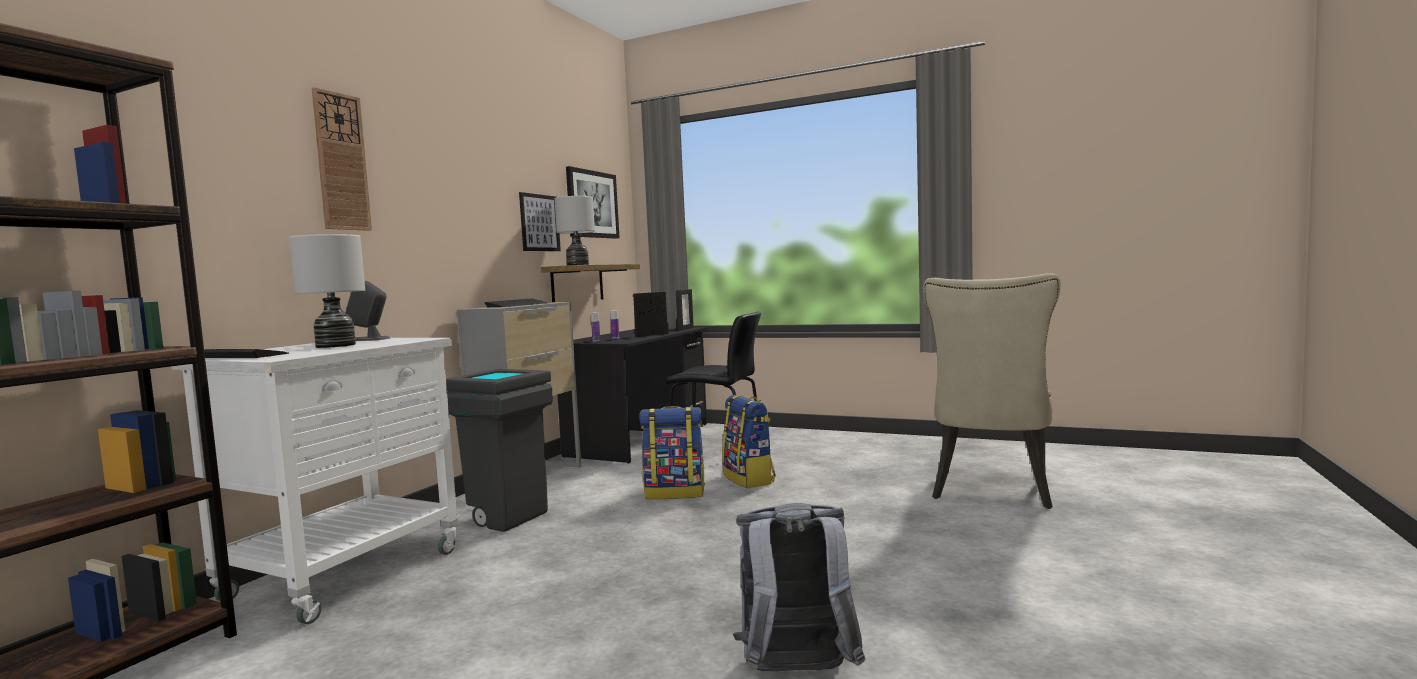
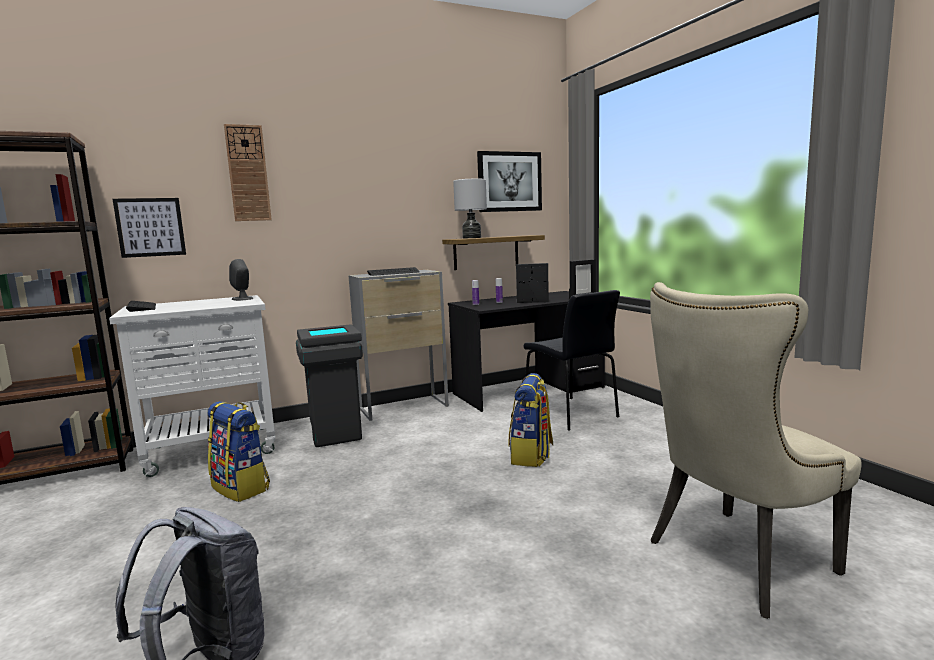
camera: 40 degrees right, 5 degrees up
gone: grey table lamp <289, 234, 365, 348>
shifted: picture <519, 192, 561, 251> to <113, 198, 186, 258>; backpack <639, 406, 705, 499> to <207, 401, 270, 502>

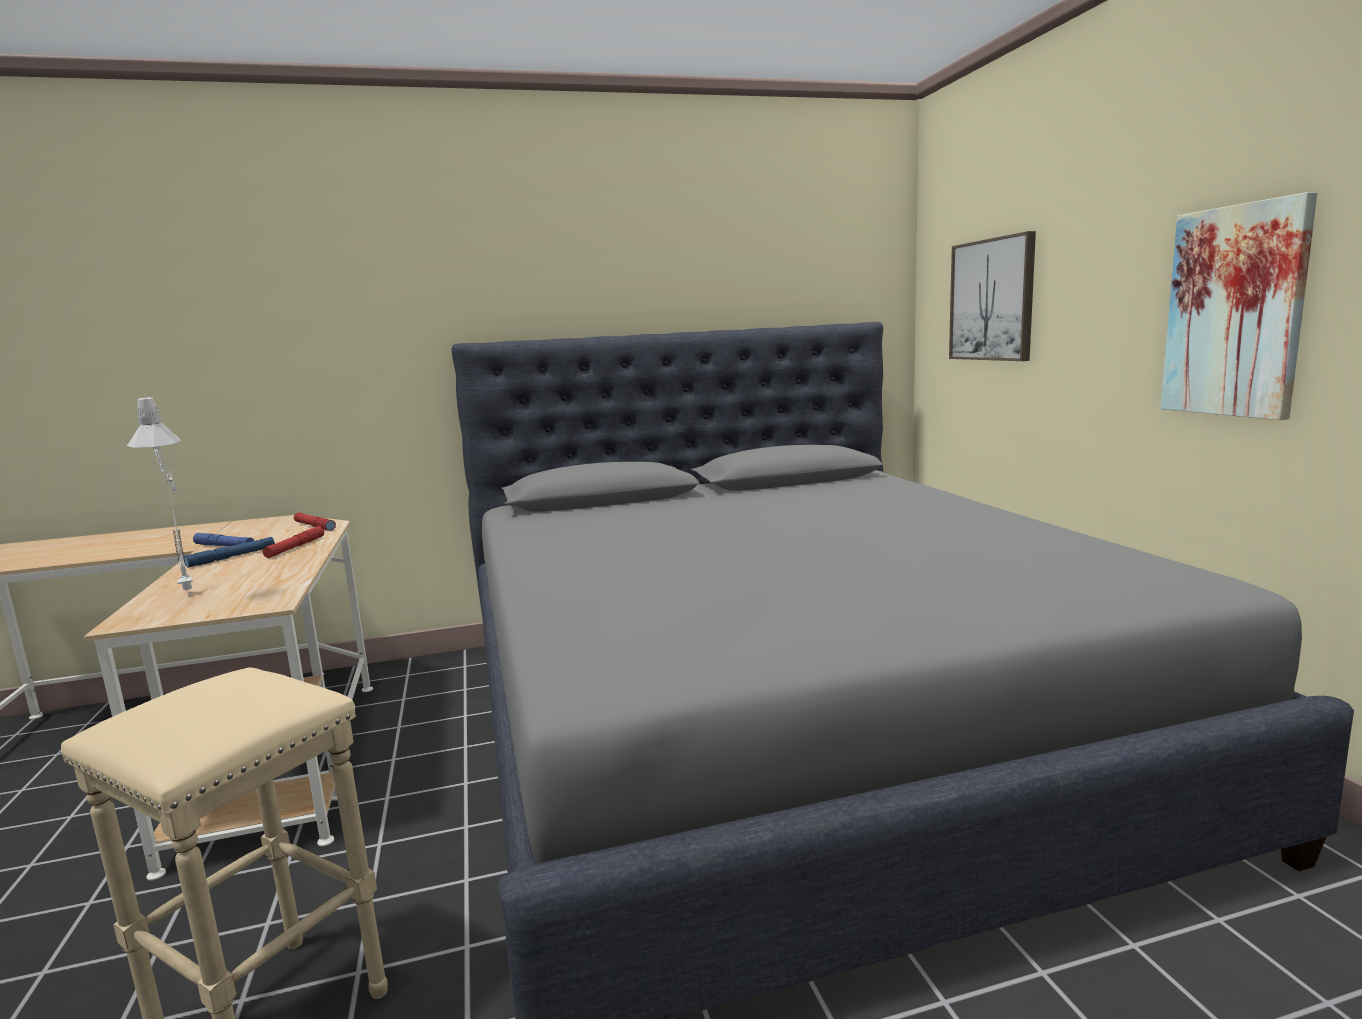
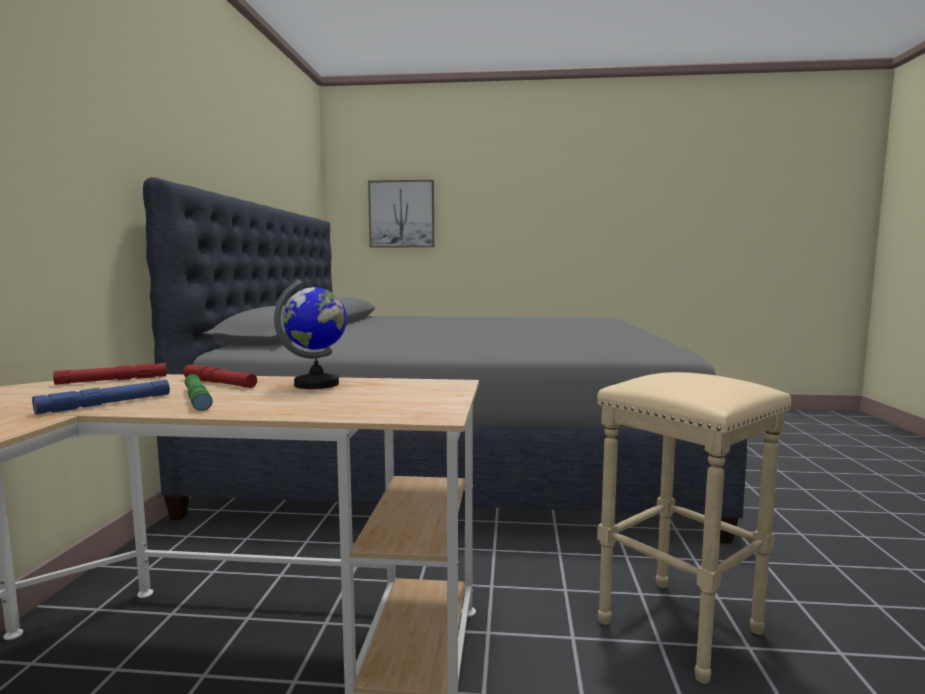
camera: 70 degrees left, 5 degrees down
gone: grey table lamp <127, 394, 193, 590>; picture <1161, 192, 1317, 420>
new: globe <274, 279, 347, 389>
repainted: blue flashlight <184, 537, 275, 568> to green flashlight <185, 374, 213, 411>

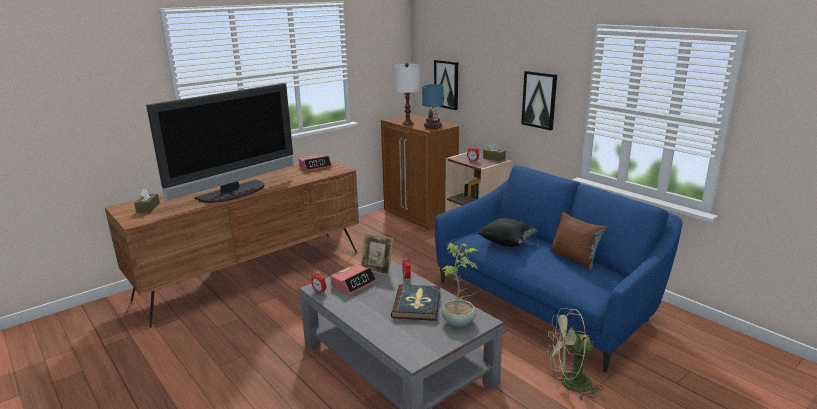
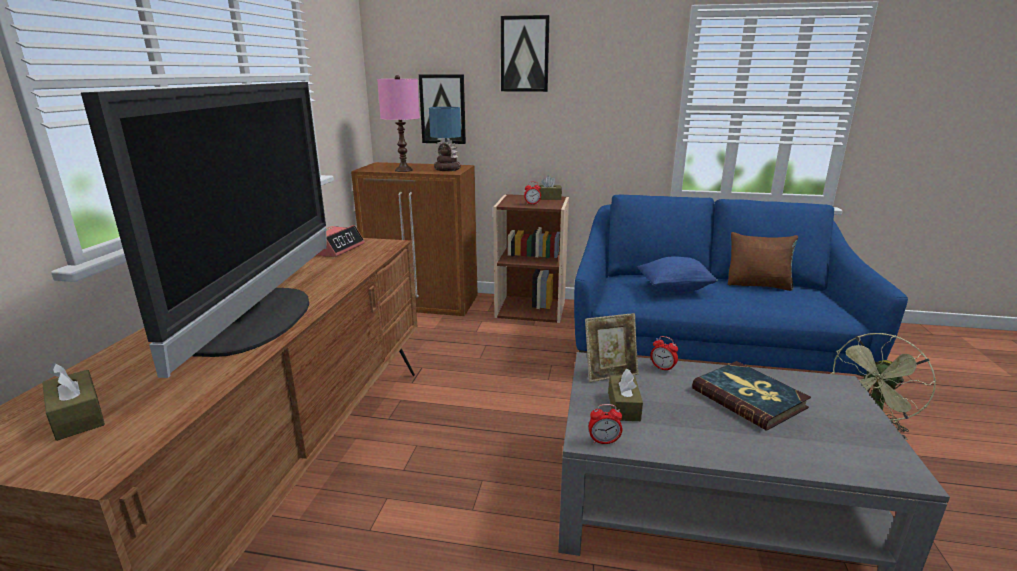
camera: 40 degrees left, 0 degrees up
gone: potted plant <441, 243, 478, 327>
shifted: picture <521, 71, 557, 130> to <501, 15, 550, 92>
swapped: alarm clock <330, 263, 377, 295> to brown tissue box <608, 369, 643, 421>
repainted: white table lamp <394, 63, 420, 125> to pink table lamp <377, 75, 420, 172>; black pillow <478, 218, 539, 247> to blue pillow <637, 257, 718, 293>

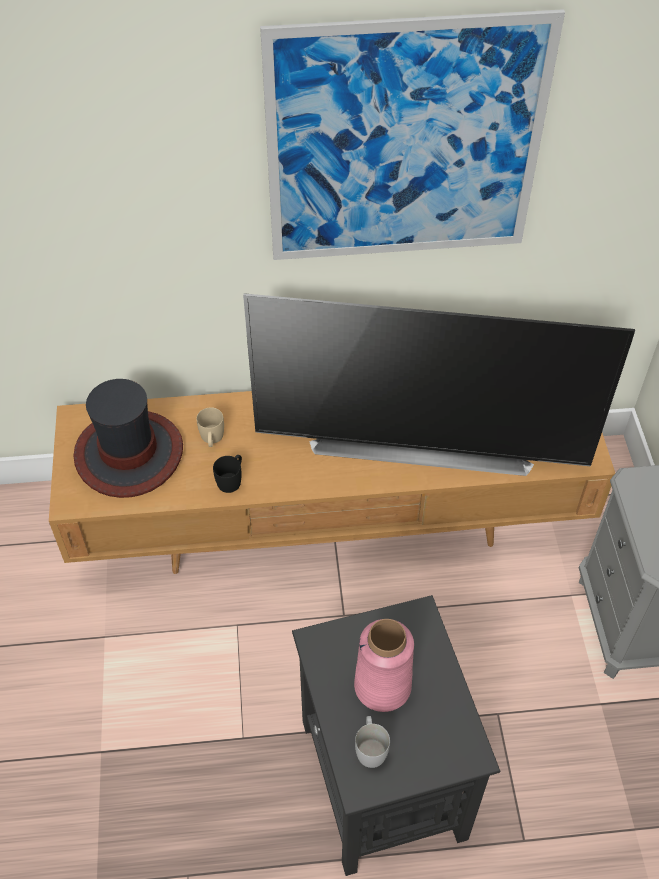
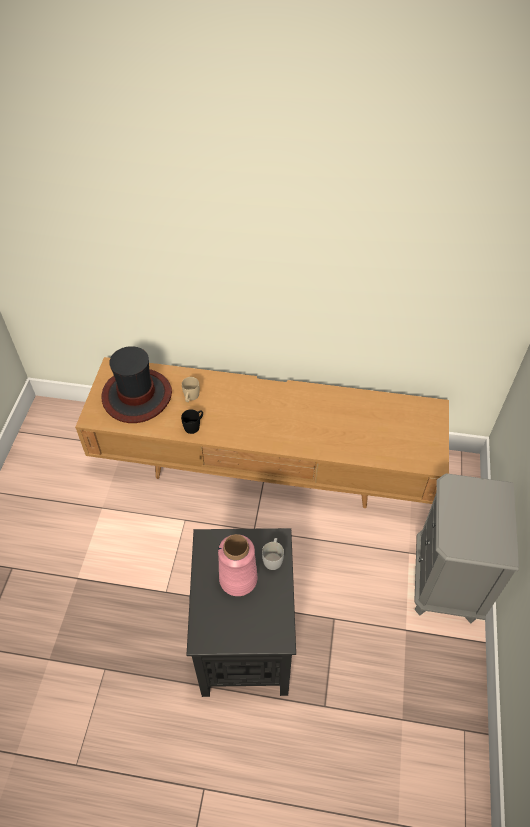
camera: 15 degrees right, 0 degrees up
gone: television <243, 293, 635, 476>; picture <260, 9, 565, 260>
shifted: white mug <355, 716, 390, 768> to <262, 538, 284, 570>

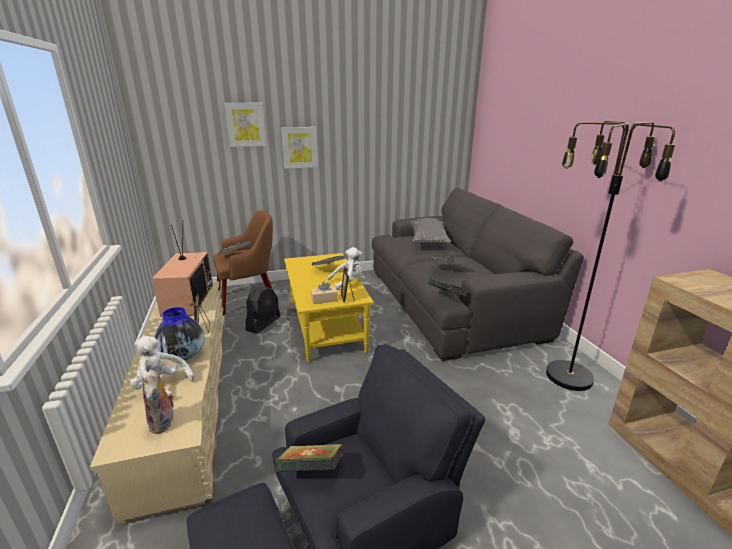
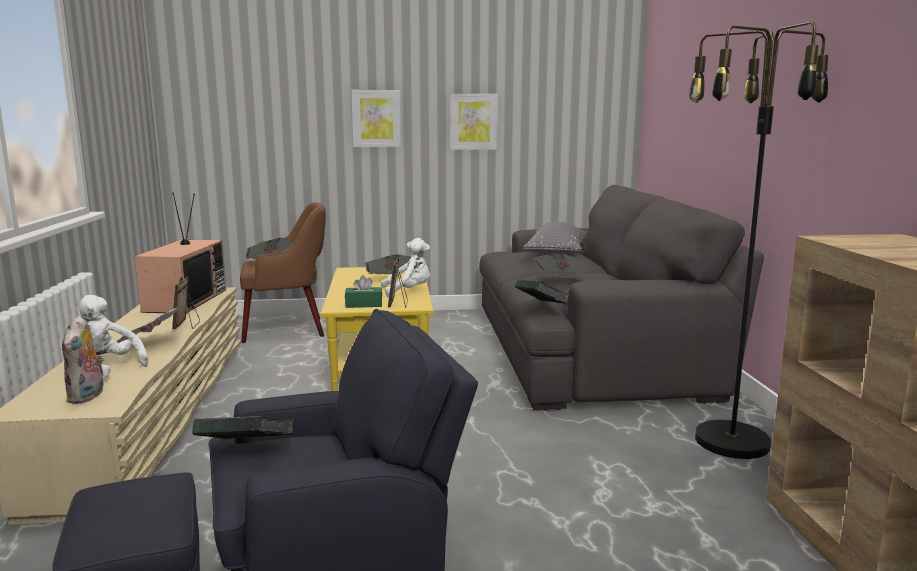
camera: 10 degrees right, 10 degrees down
gone: black fan <245, 286, 281, 334>
shifted: picture <224, 103, 266, 147> to <450, 94, 498, 150>
swapped: vase <154, 307, 205, 361> to newspaper <117, 307, 182, 343>
repainted: beige tissue box <311, 281, 338, 304> to green tissue box <345, 275, 382, 308>

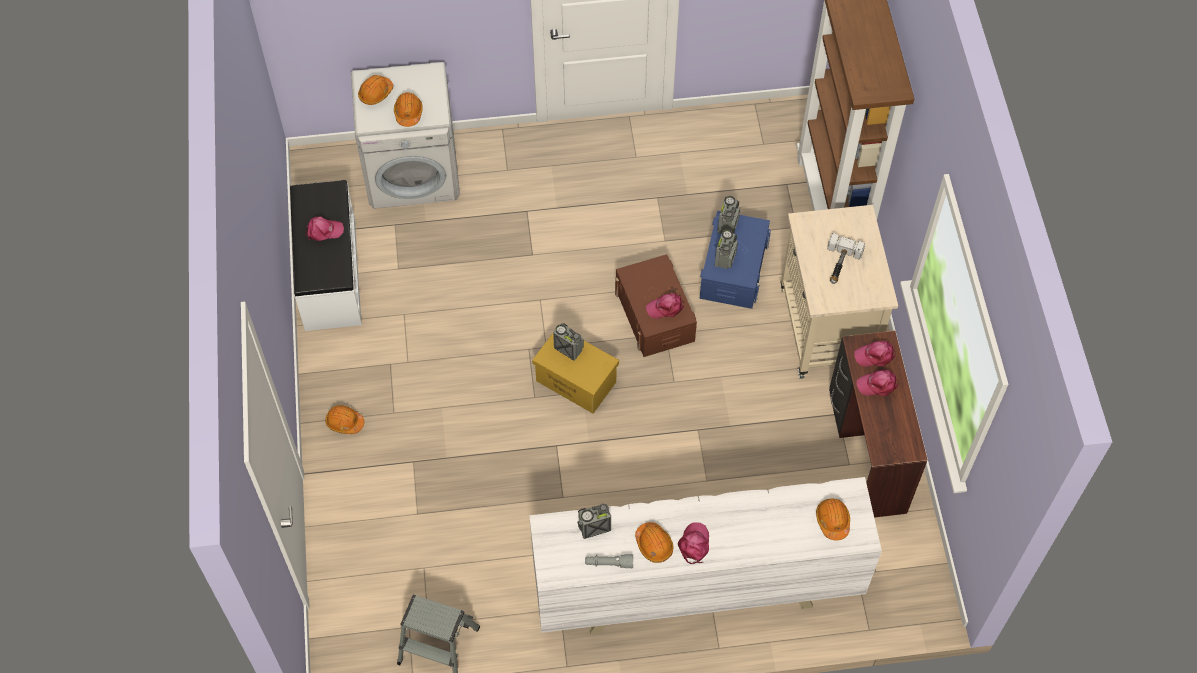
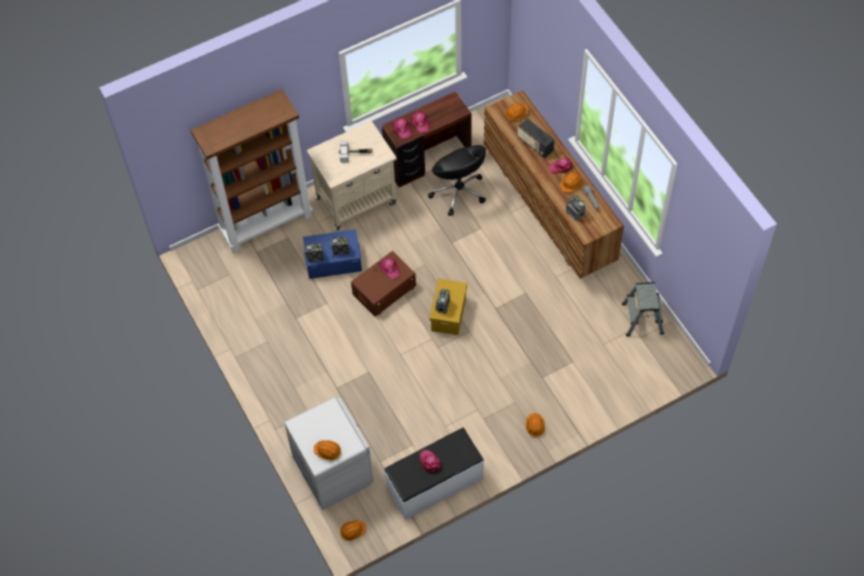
camera: 110 degrees left, 0 degrees up
new: black office chair <428, 145, 486, 216>; radio <518, 118, 555, 158>
shifted: orange hard hat <394, 92, 423, 127> to <340, 520, 366, 541>
repainted: white cabinet <529, 477, 882, 634> to brown cabinet <484, 90, 624, 279>

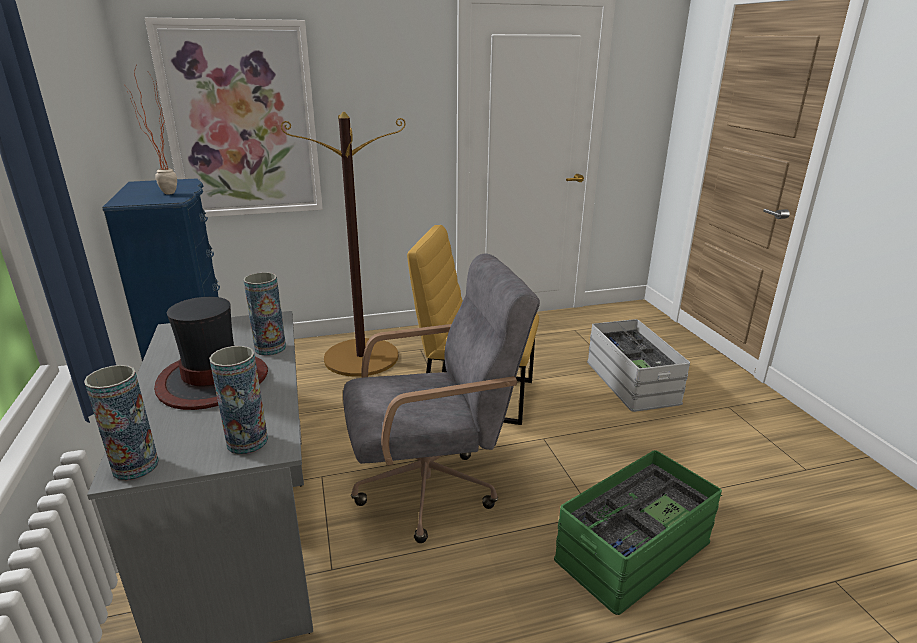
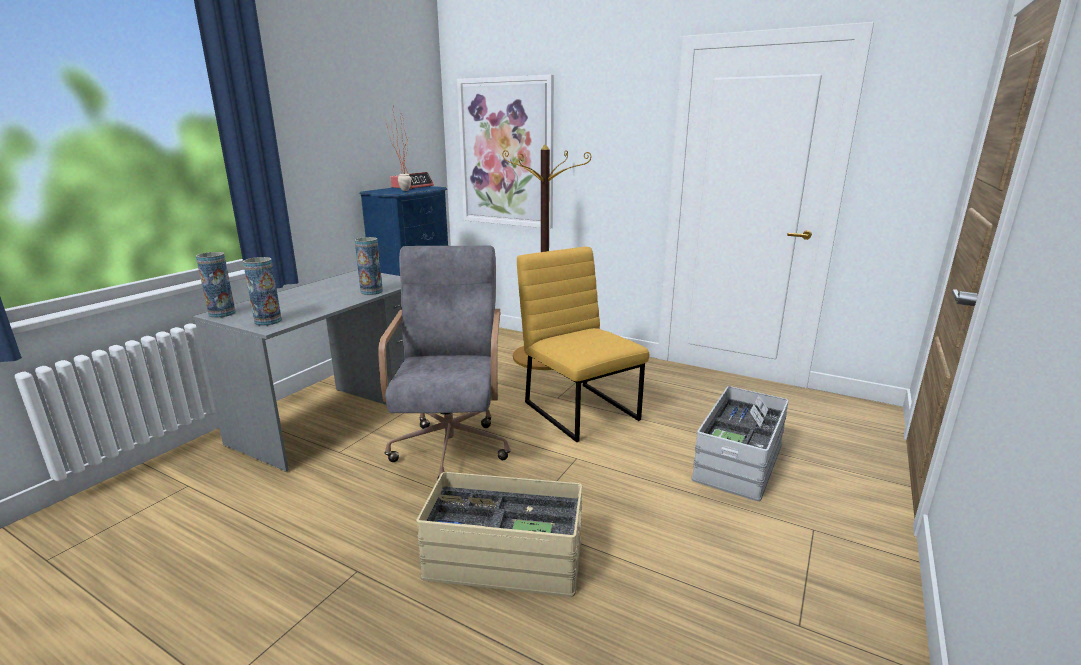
camera: 45 degrees right, 5 degrees down
gone: hat <154, 297, 268, 410>
new: alarm clock <390, 172, 434, 189>
repainted: green storage box <554, 450, 722, 615> to beige storage box <417, 472, 582, 597>
rotated: grey office chair <343, 254, 540, 543> = <379, 245, 511, 480> 120 degrees counterclockwise

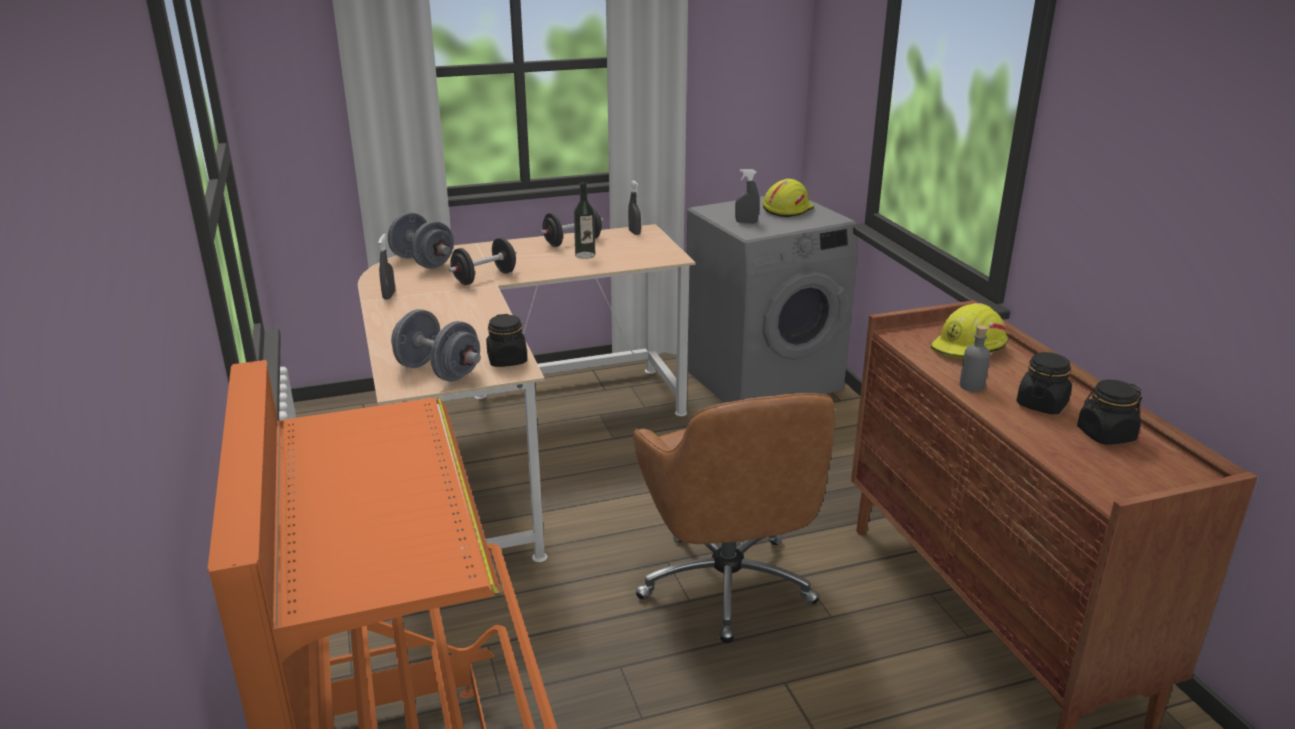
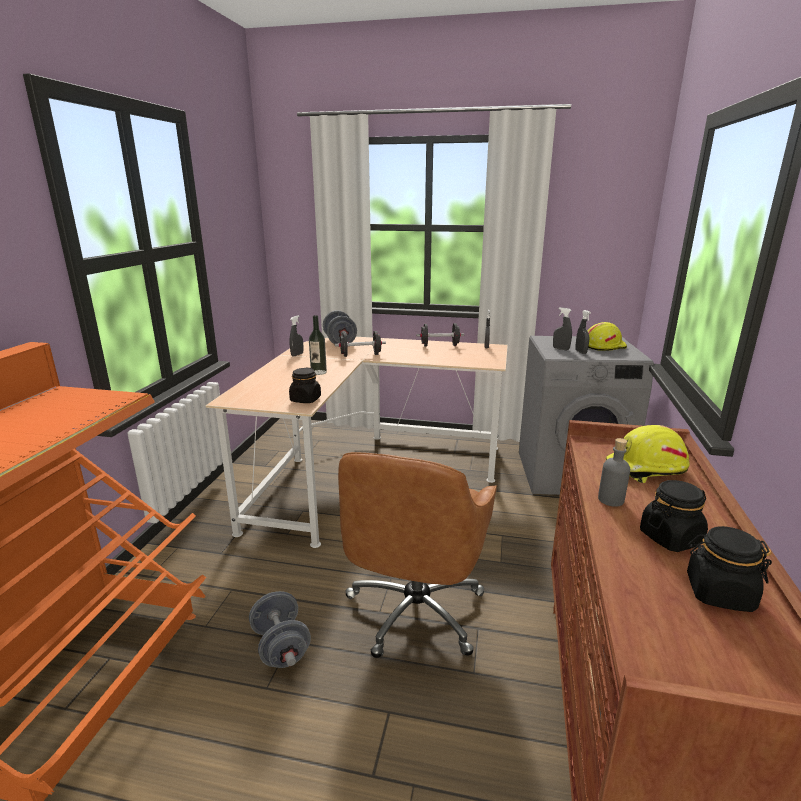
camera: 30 degrees right, 5 degrees down
new: grey spray bottle <575, 310, 591, 354>
shifted: grey dumbbell <391, 309, 481, 382> to <249, 591, 311, 668>; bottle <574, 182, 595, 259> to <309, 315, 327, 375>

